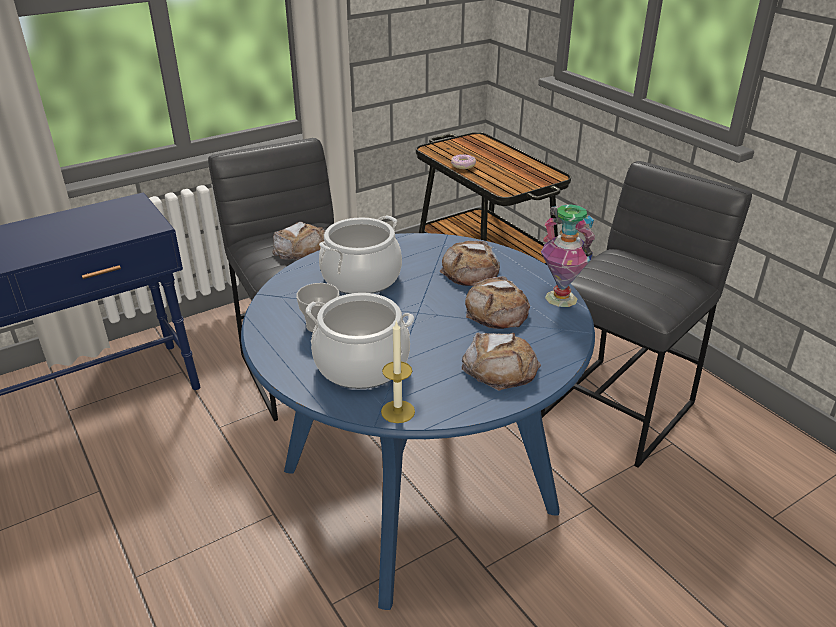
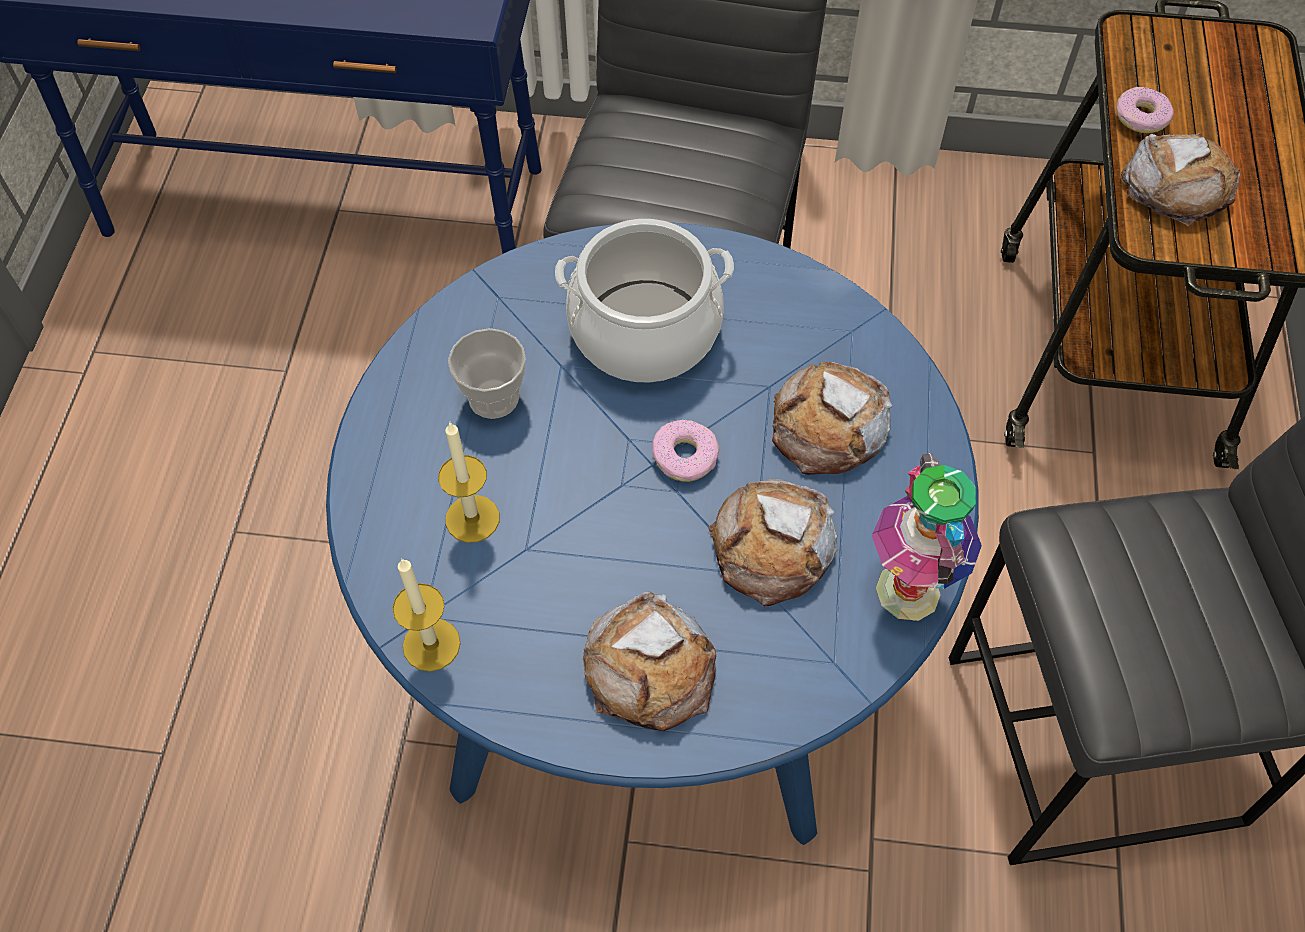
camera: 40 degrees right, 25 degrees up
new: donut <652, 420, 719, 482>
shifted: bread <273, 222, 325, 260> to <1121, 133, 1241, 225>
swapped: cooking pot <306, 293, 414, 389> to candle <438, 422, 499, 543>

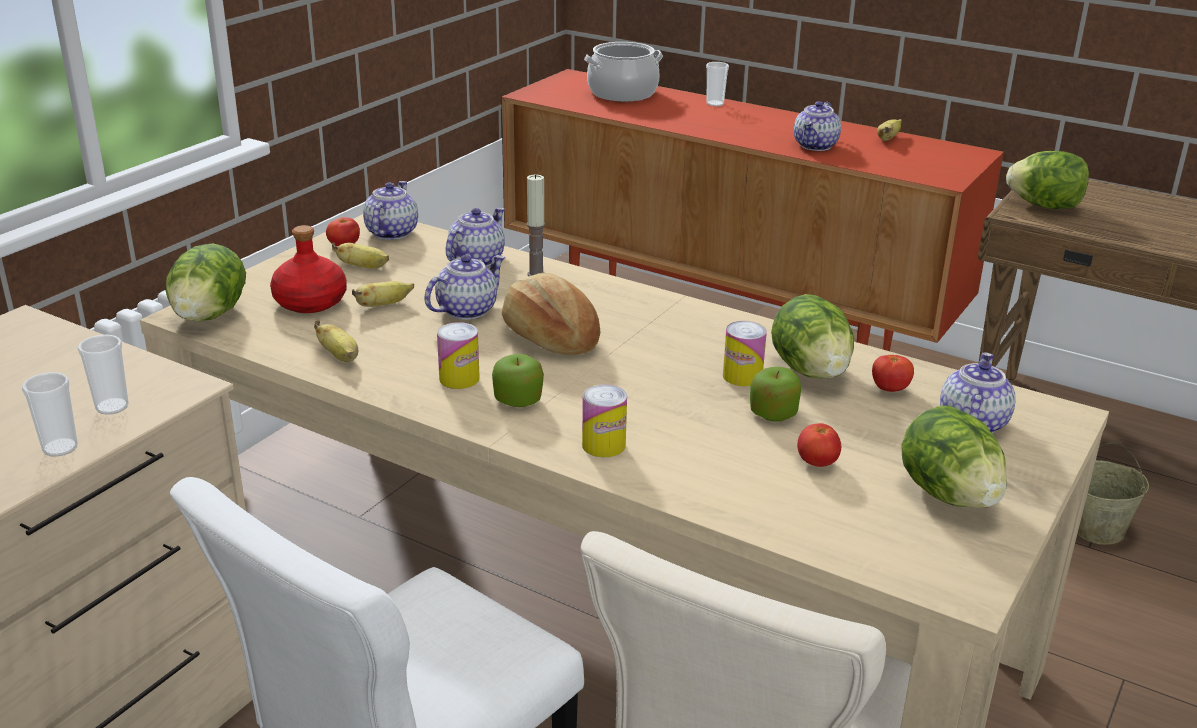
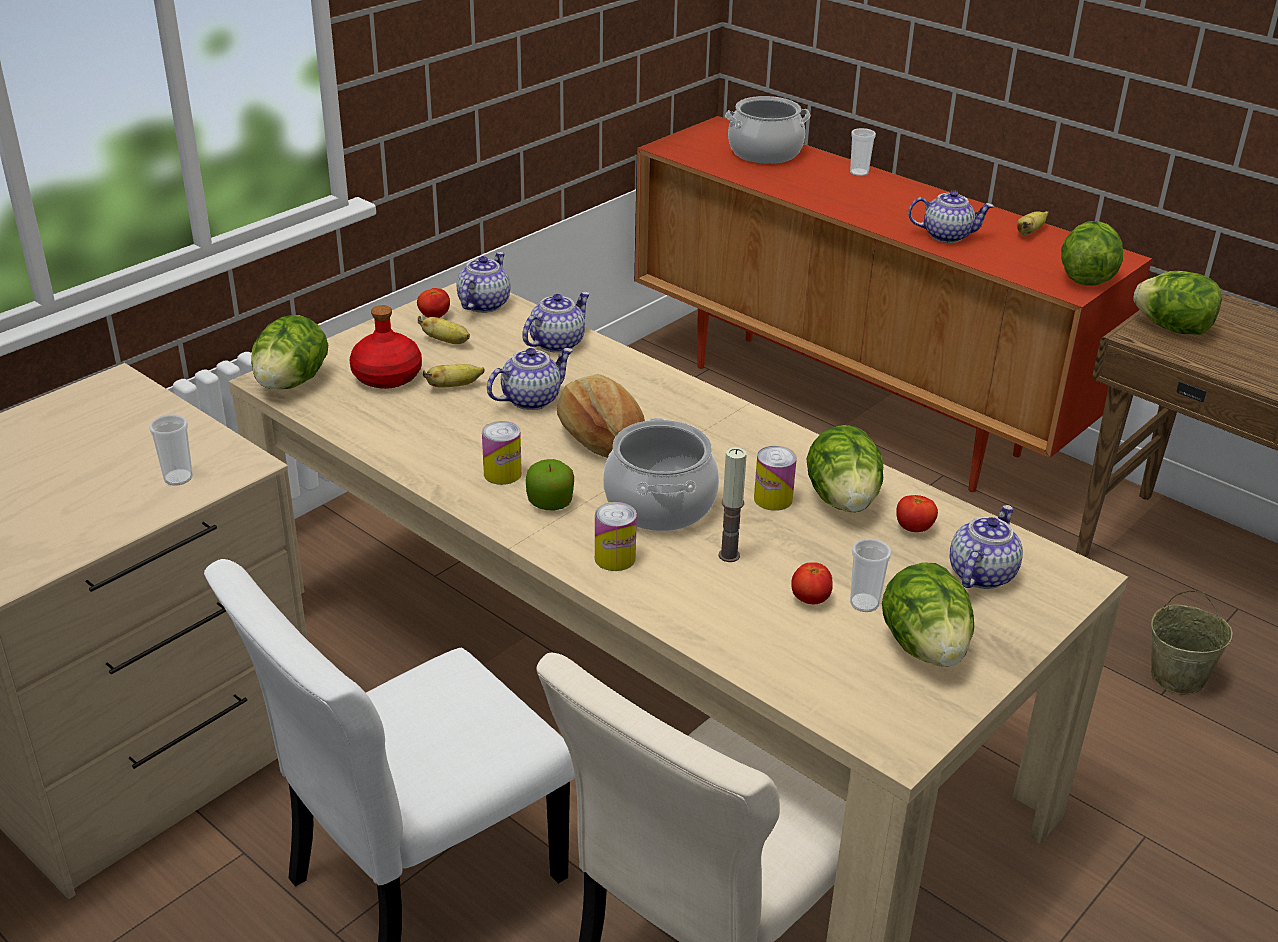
camera: 10 degrees right, 5 degrees up
gone: banana <314, 320, 358, 362>; apple <750, 367, 801, 422>
new: cooking pot <603, 418, 719, 531>; lettuce <1061, 221, 1123, 286>
shifted: candle <527, 174, 545, 276> to <718, 447, 747, 562>; cup <22, 372, 78, 457> to <850, 538, 891, 612>
rotated: teapot <794, 101, 841, 151> = <908, 190, 994, 243> 120 degrees counterclockwise

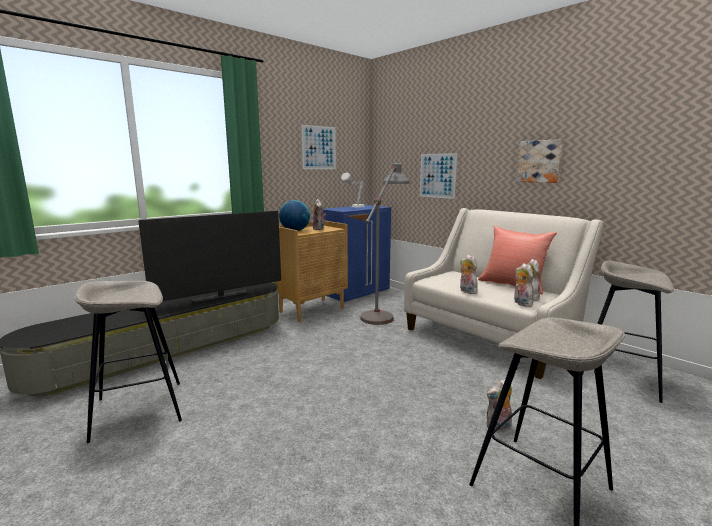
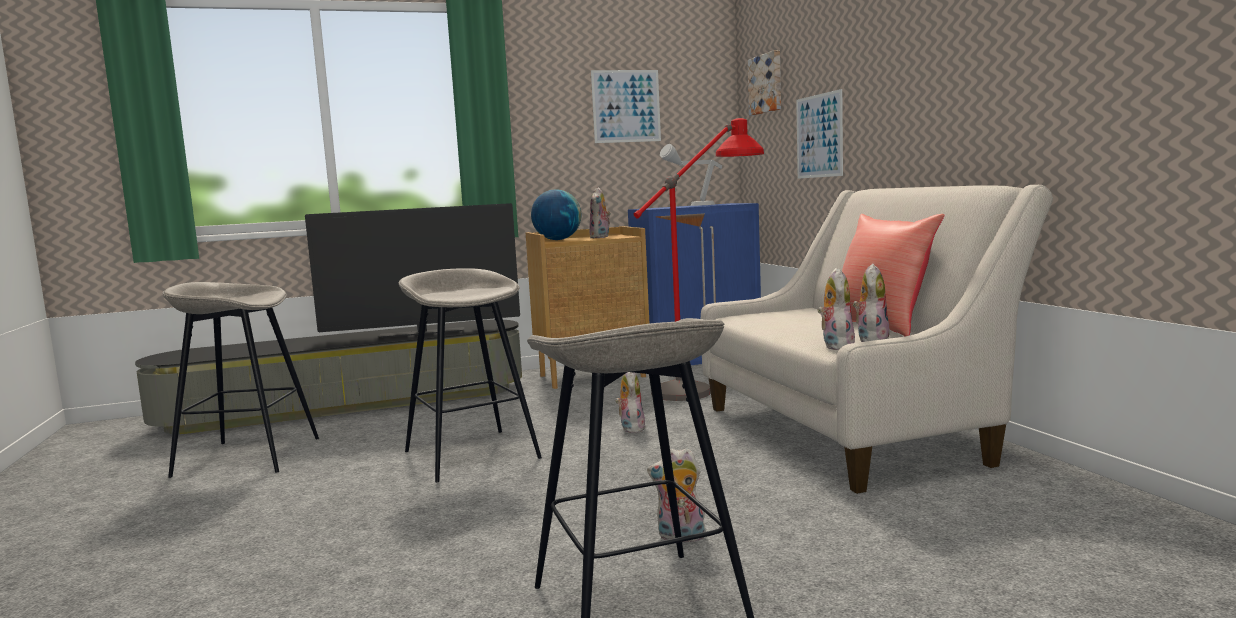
camera: 25 degrees right, 5 degrees down
shifted: grey stool <582, 260, 674, 403> to <399, 268, 542, 482>; plush toy <460, 255, 478, 294> to <616, 372, 646, 433>; picture <517, 139, 563, 183> to <747, 50, 781, 116>
repainted: grey floor lamp <360, 163, 410, 325> to red floor lamp <634, 118, 764, 401>

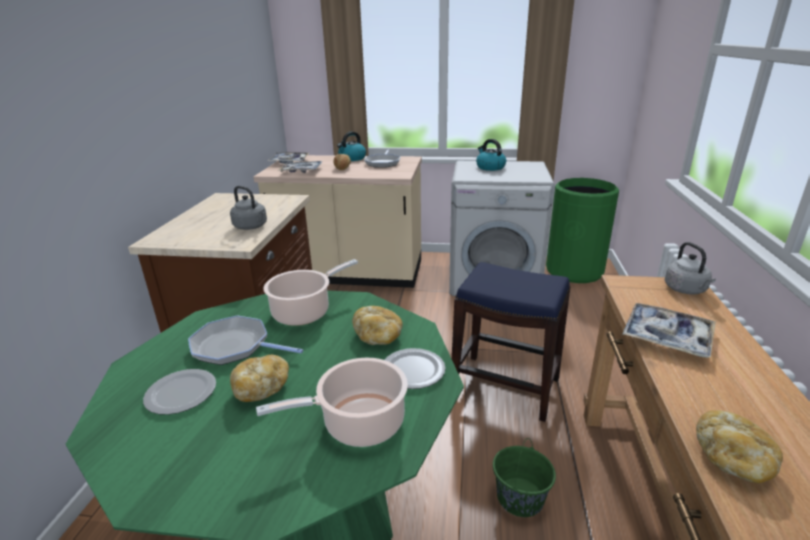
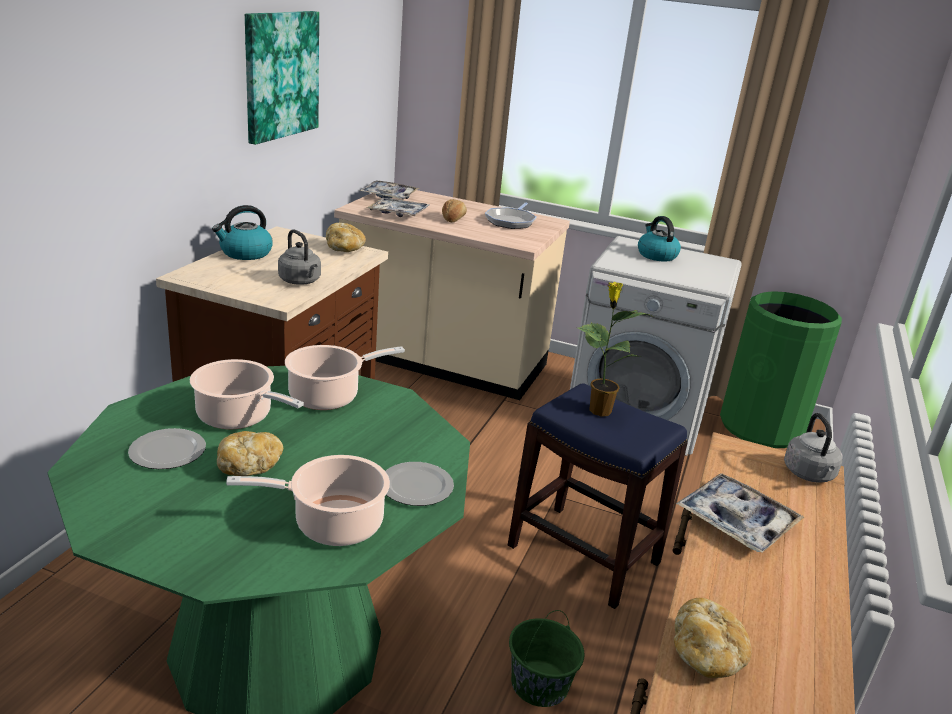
camera: 10 degrees right, 0 degrees up
new: picture <245, 11, 319, 145>; potted plant <577, 282, 654, 417>
shifted: kettle <337, 132, 366, 161> to <212, 205, 273, 260>; bread <352, 306, 403, 345> to <326, 223, 366, 252>
swapped: frying pan <188, 316, 303, 365> to cooking pot <190, 359, 304, 429>

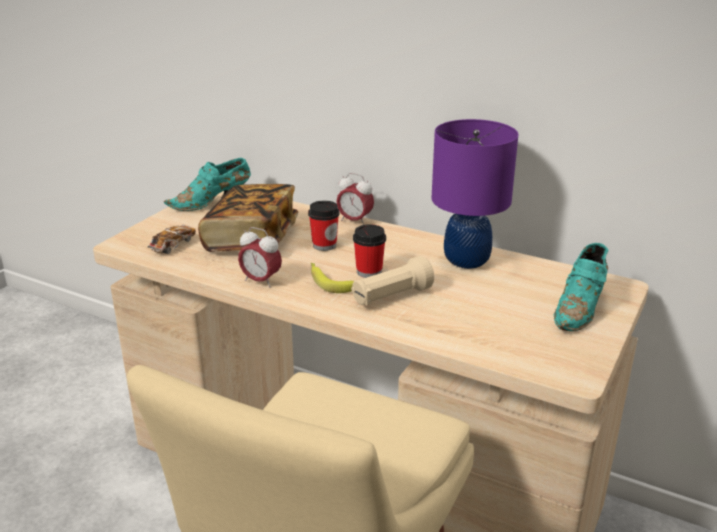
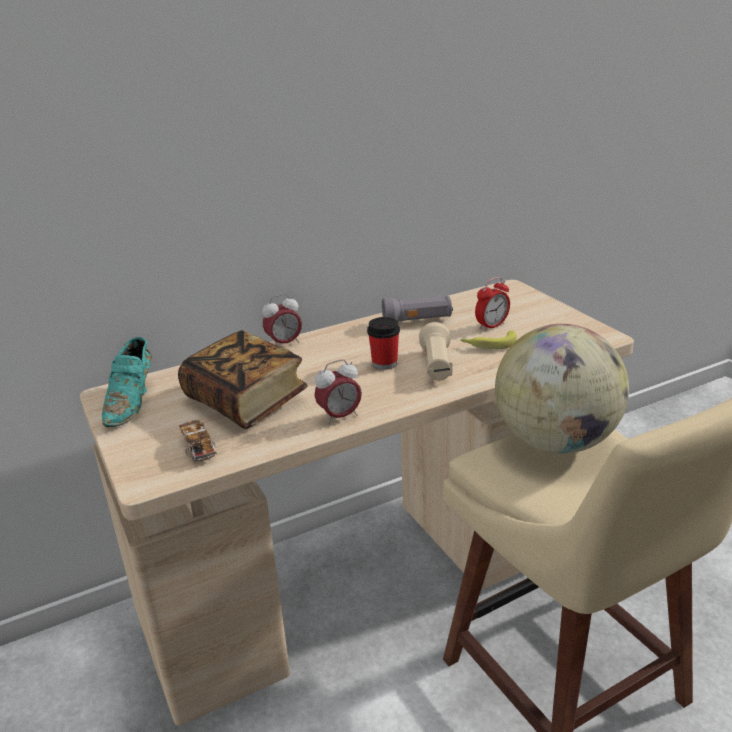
camera: 55 degrees left, 0 degrees up
gone: cup <308, 201, 339, 251>; turquoise shoe <554, 243, 608, 331>
new: alarm clock <475, 277, 510, 331>; globe <495, 324, 629, 454>
shifted: banana <311, 263, 354, 293> to <461, 331, 517, 349>
swapped: purple table lamp <432, 119, 518, 269> to grey flashlight <382, 296, 453, 322>

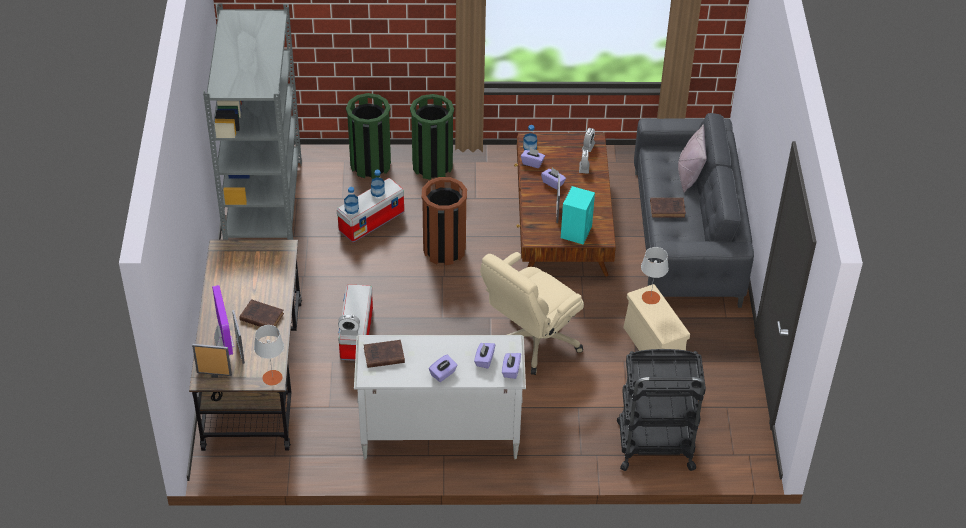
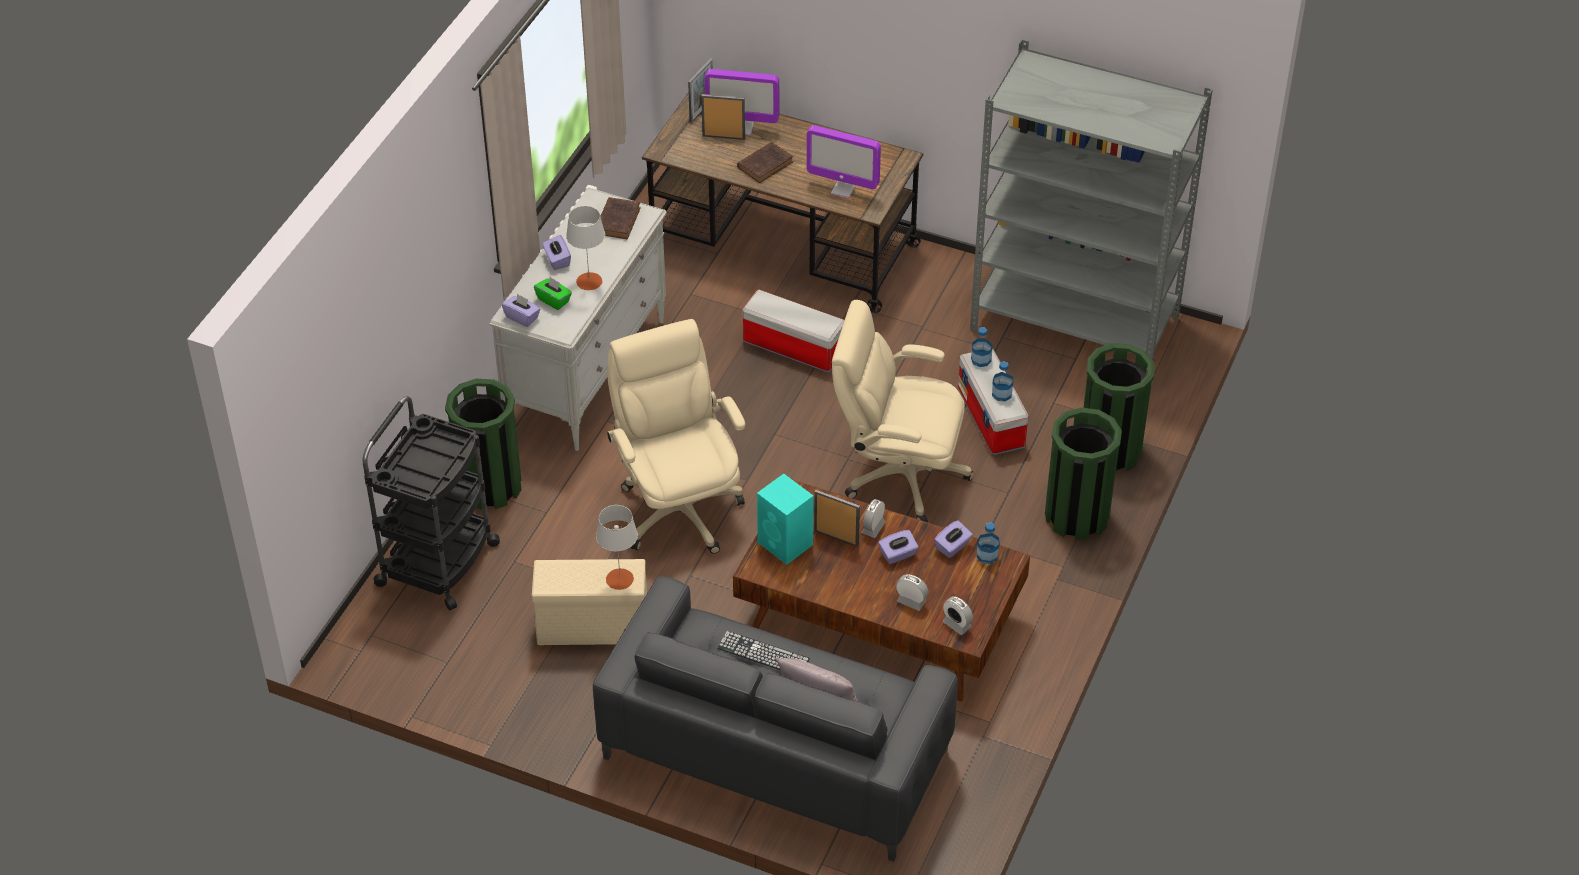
camera: 115 degrees right, 0 degrees up
new: green trash can <445, 379, 522, 509>; monitor <806, 125, 881, 198>
shifted: grey table lamp <254, 325, 284, 385> to <566, 206, 605, 290>; alarm clock <338, 314, 360, 336> to <861, 499, 886, 538>
swapped: brown book <650, 198, 686, 218> to keyboard <717, 631, 810, 670>; brown trash can <422, 177, 467, 265> to beige office chair <832, 300, 973, 522>
repainted: purple tissue box <474, 343, 495, 369> to green tissue box <534, 277, 572, 310>

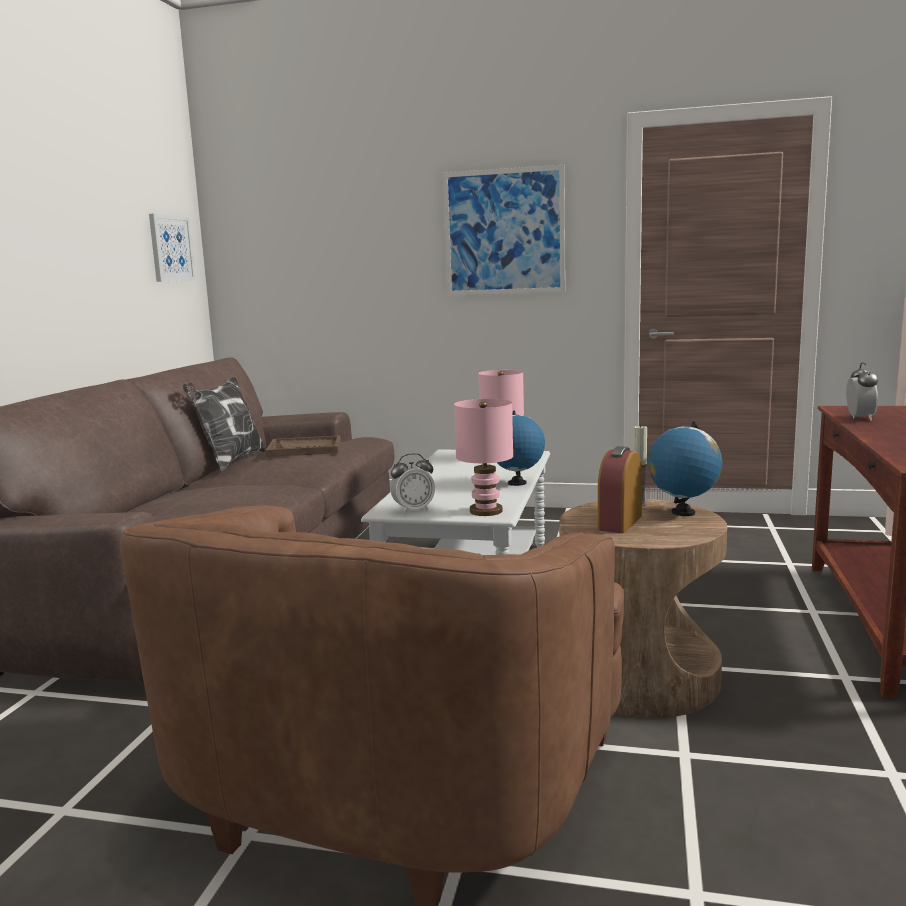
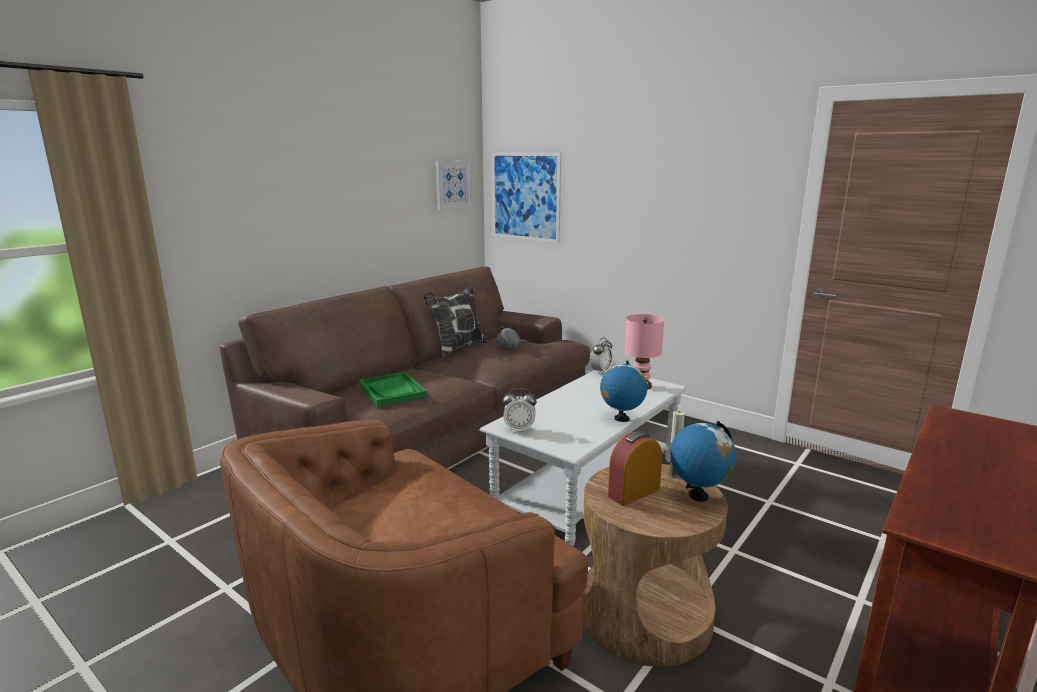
camera: 25 degrees right, 5 degrees up
gone: pink table lamp <454, 399, 513, 516>
new: green tray <359, 372, 427, 407>
shifted: picture <443, 165, 565, 296> to <492, 152, 561, 243>; alarm clock <846, 363, 878, 421> to <590, 338, 613, 375>
swapped: brown tray <266, 435, 341, 457> to grey plush toy <496, 326, 528, 349>

